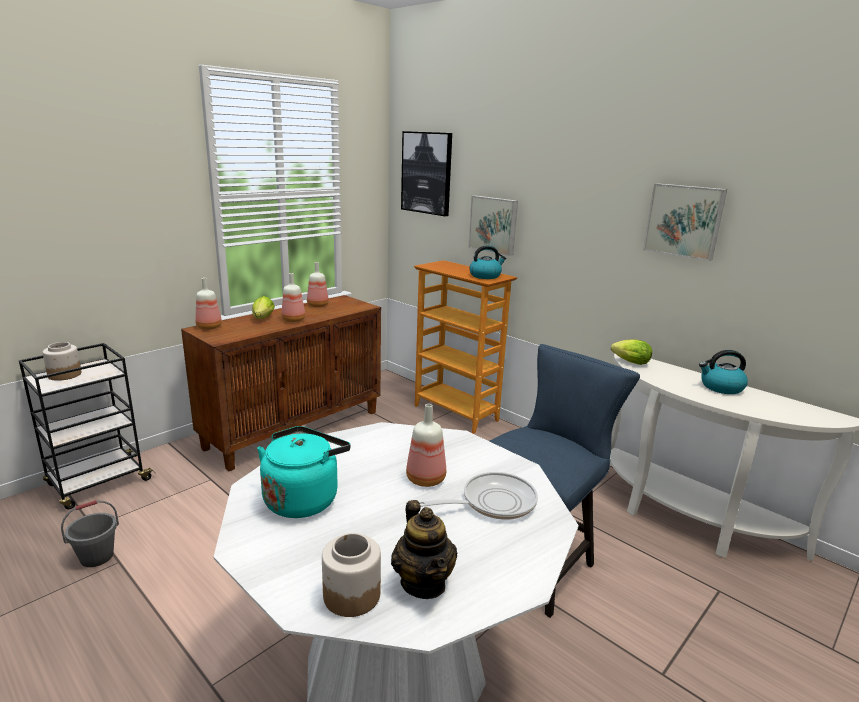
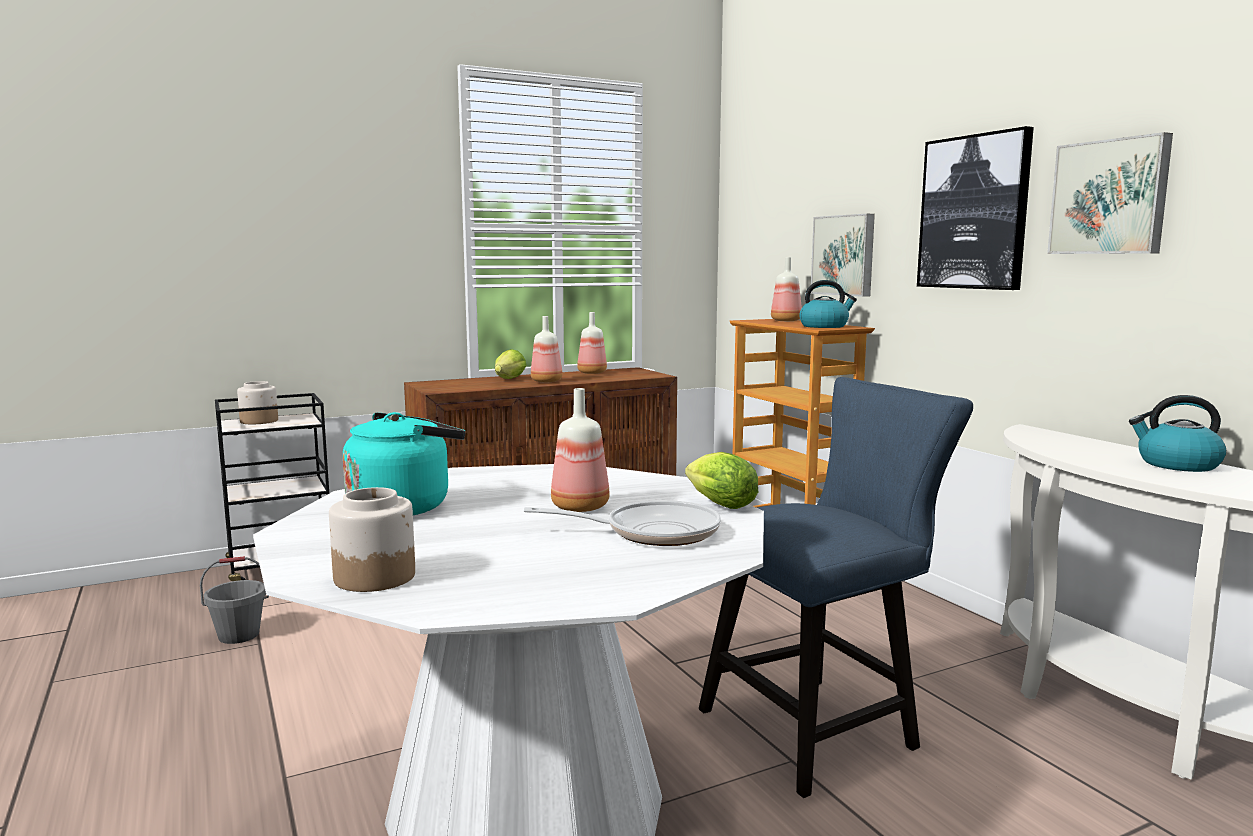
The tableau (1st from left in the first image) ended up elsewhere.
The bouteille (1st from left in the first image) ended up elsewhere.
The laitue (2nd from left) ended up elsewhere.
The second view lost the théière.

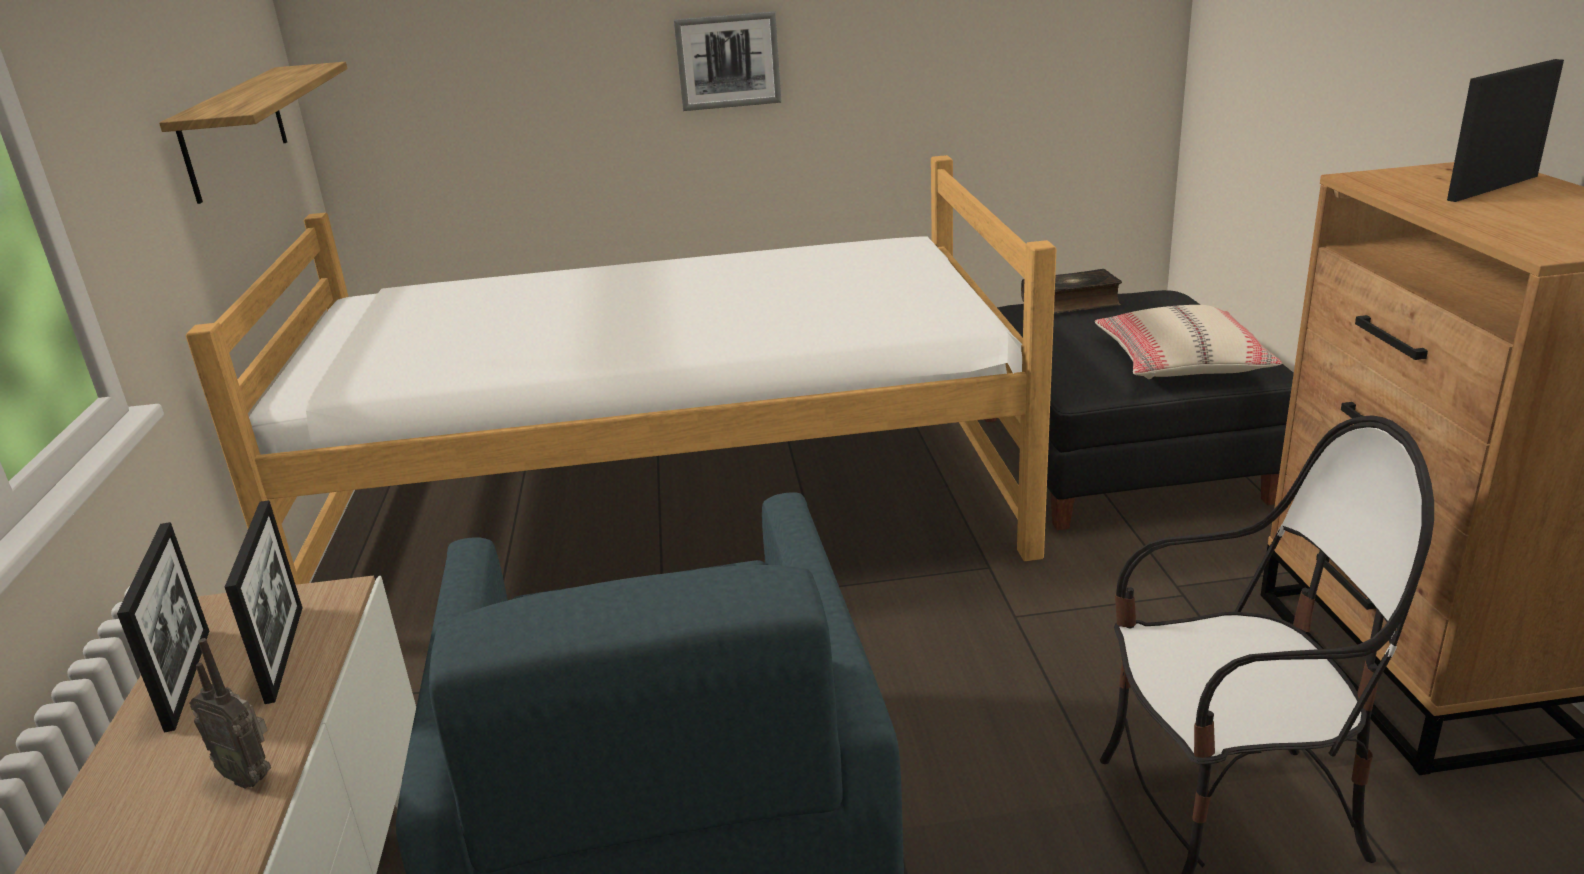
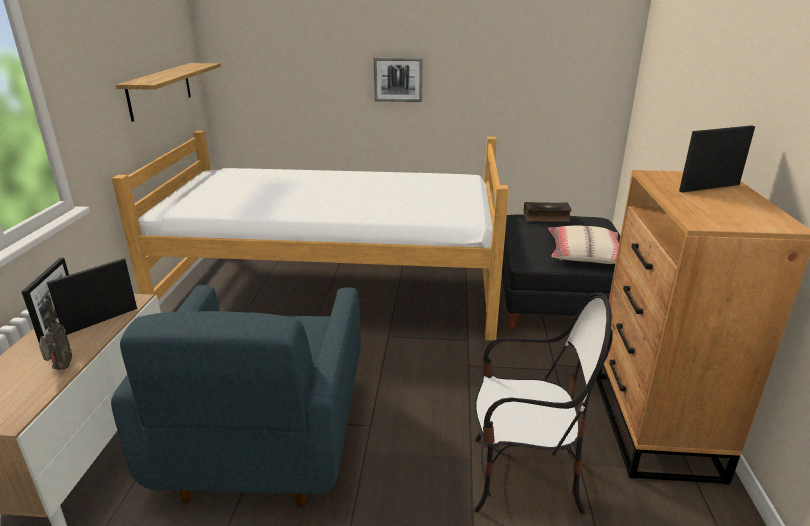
The cadre photo (2nd from left) ended up facing another way, 135 degrees counterclockwise from before.
The radio ended up facing another way, 135 degrees counterclockwise from before.

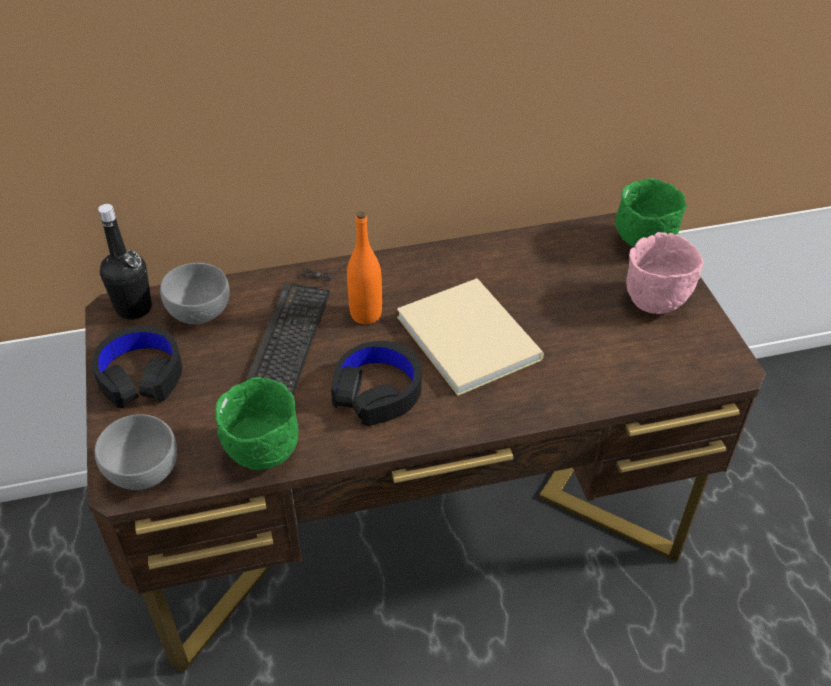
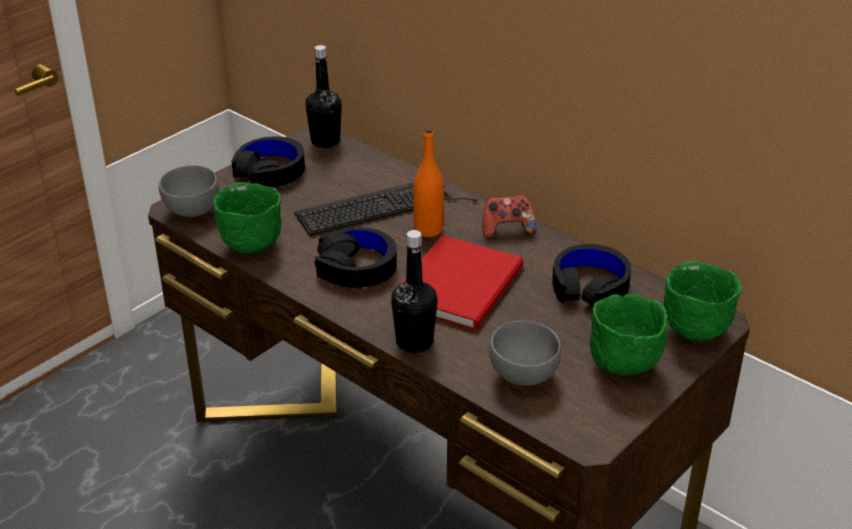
What was the bol/rose turned into the bol/vert (2nd from left).
The bol/gris (2nd from left) ended up elsewhere.
What was the livre/beige turned into the livre/rouge.
The second view gained the manette.
The second view gained the bouteille/noir (2nd from left).
The second view gained the casque audio/noir (3rd from left).

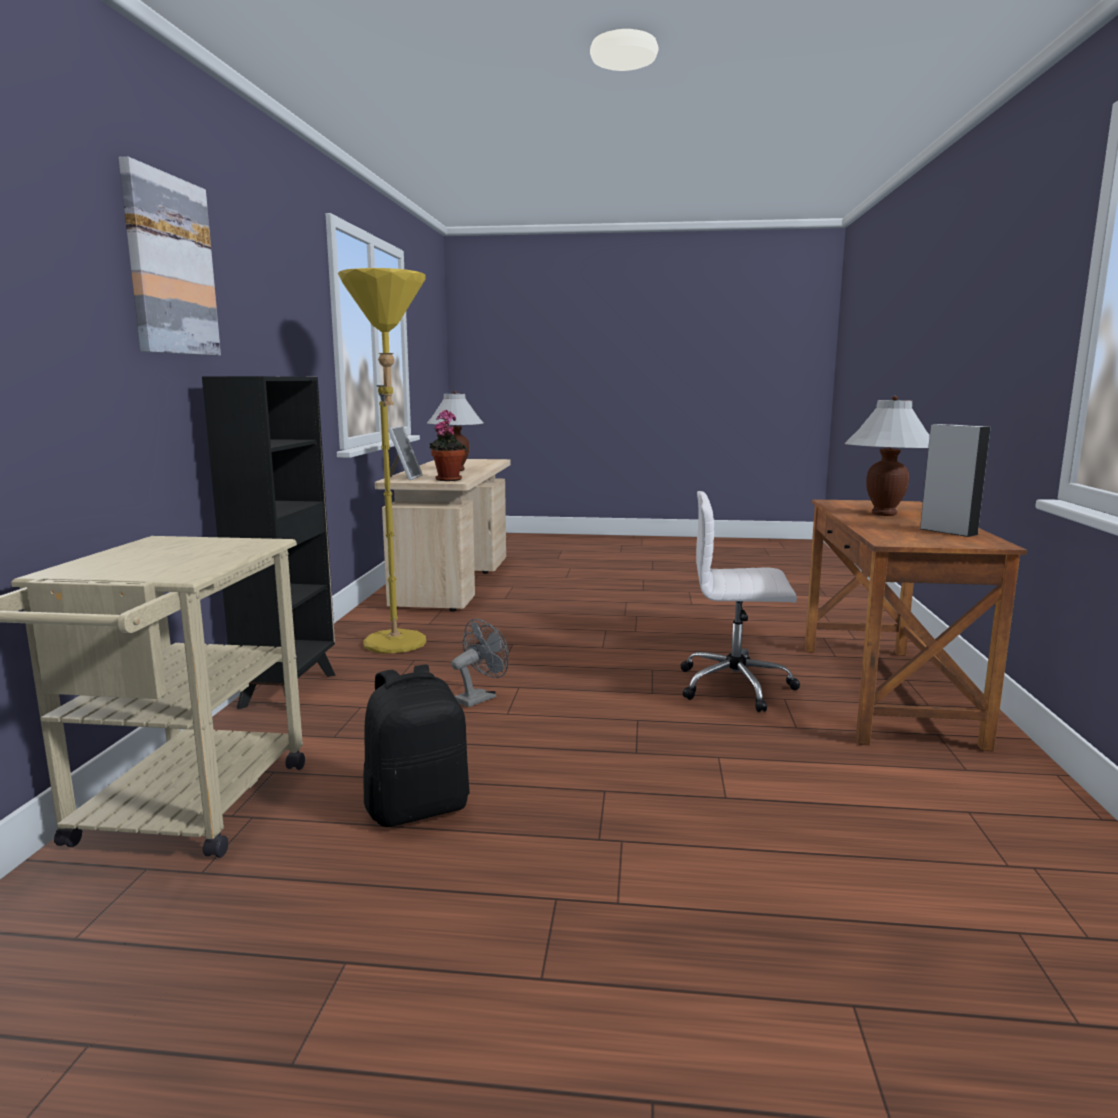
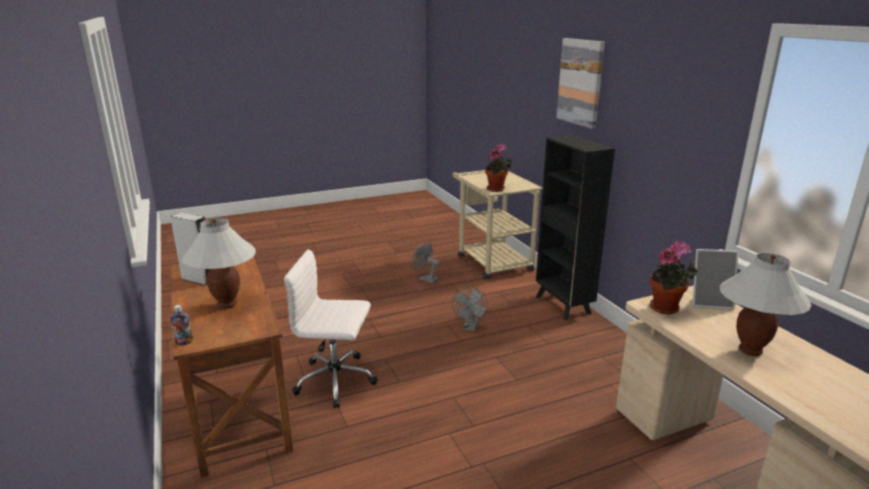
The second view lost the lampadaire/jaune.
The cadre photo ended up facing another way, 60 degrees counterclockwise from before.
The chaise de bureau/blanc ended up facing another way, 150 degrees counterclockwise from before.
Where the sac à dos/noir stood, the ventilateur/gris (1st from left) came to stand.
The second view gained the plante en pot (1st from left).
The second view gained the bouteille.

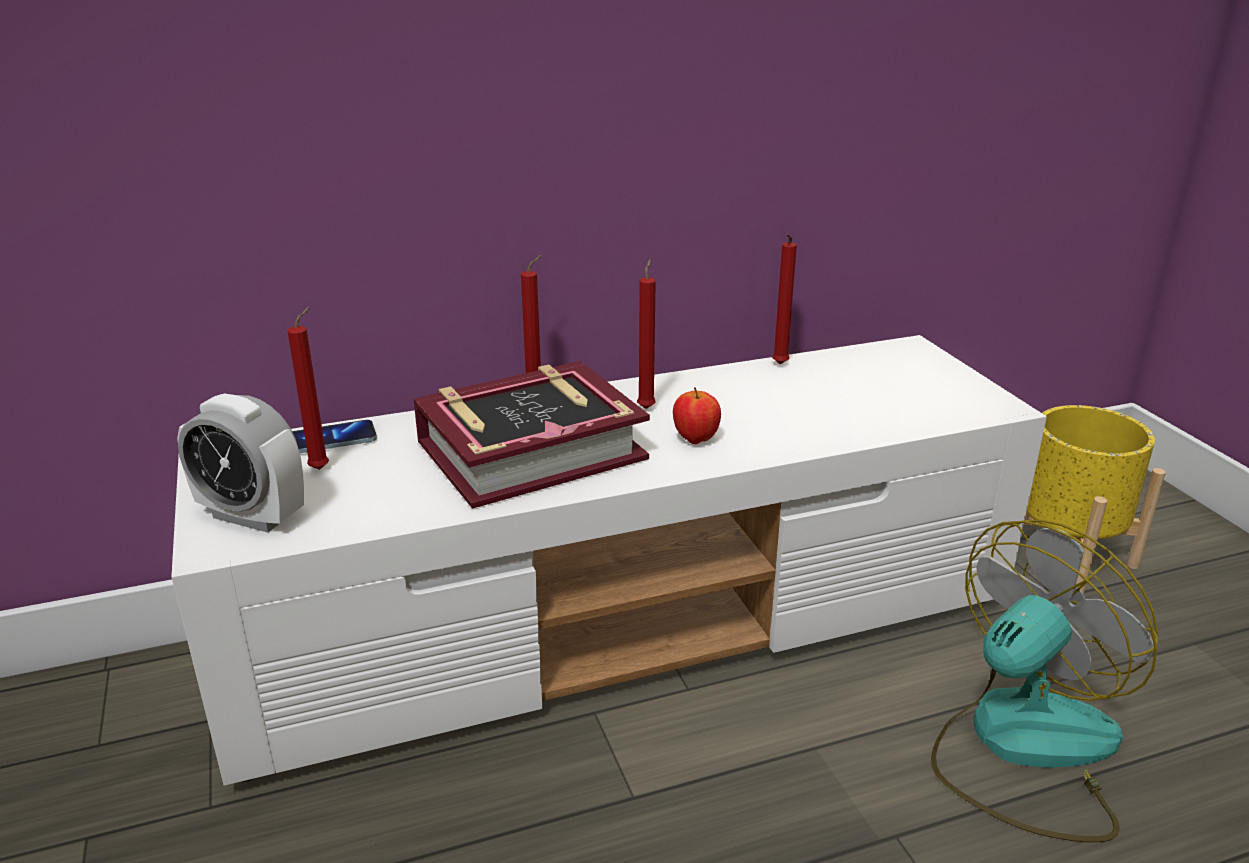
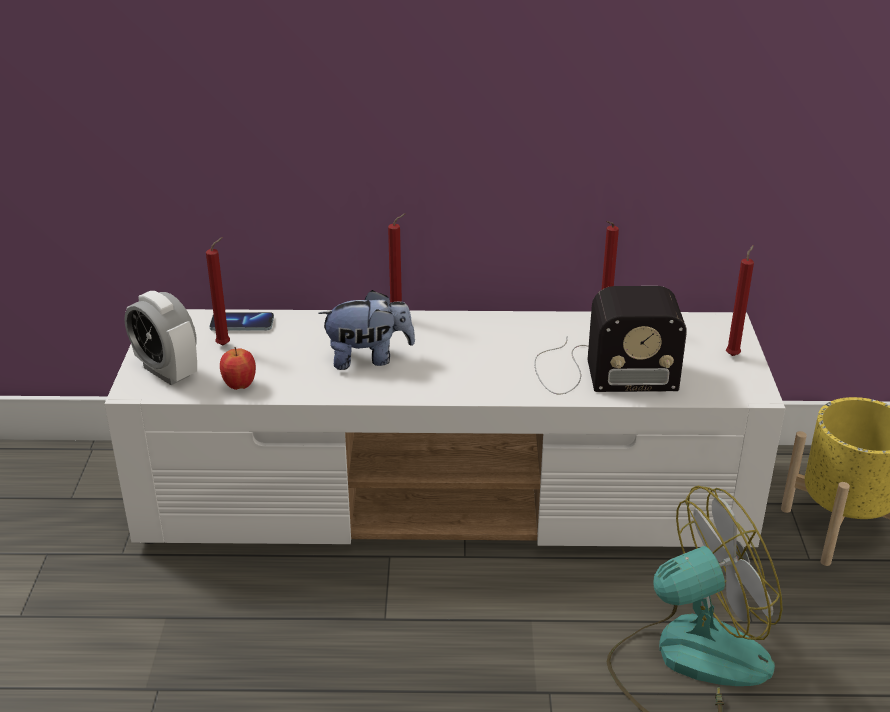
The bougie/rouge (3rd from left in the first image) ended up elsewhere.
Where the livre stood, the peluche came to stand.
The pomme ended up elsewhere.
The second view gained the radio.

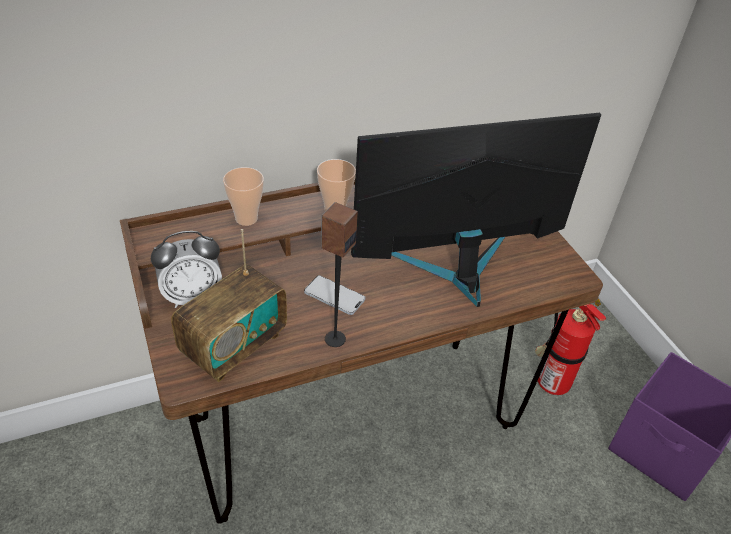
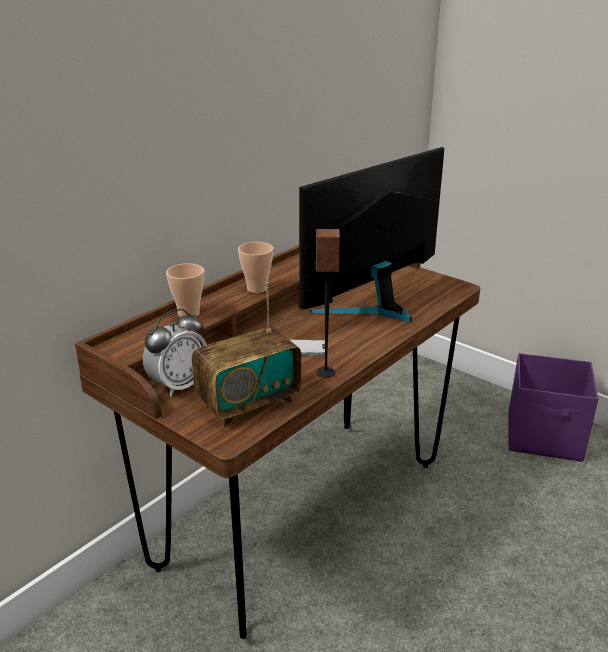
The radio ended up facing another way, 45 degrees clockwise from before.
The second view lost the extincteur.

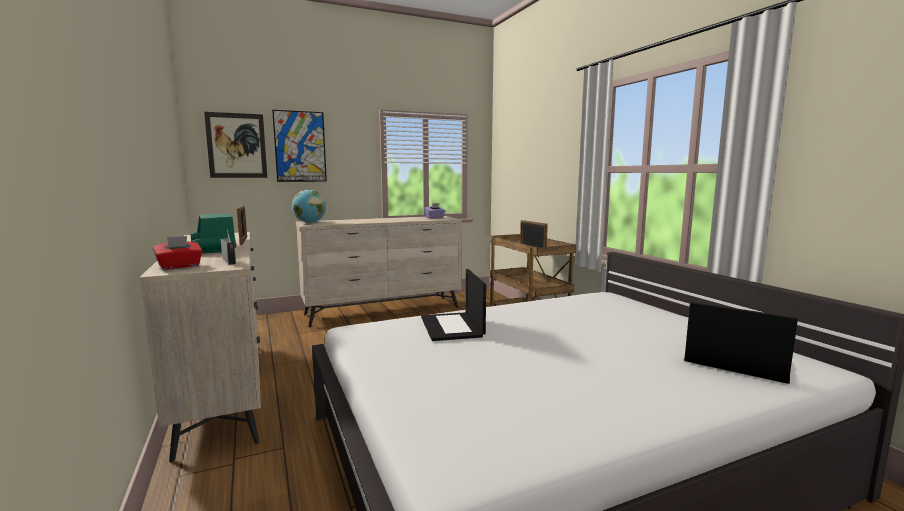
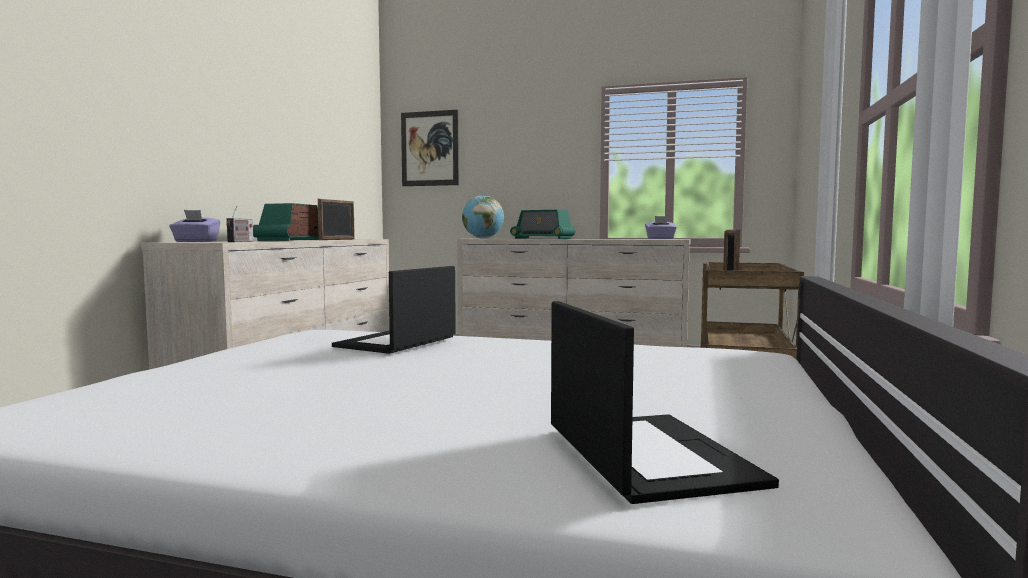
The second view lost the tableau (2nd from left).
What was the boîte à mouchoirs/rouge turned into the boîte à mouchoirs/violet (1st from left).
The second view gained the radio (3rd from left).

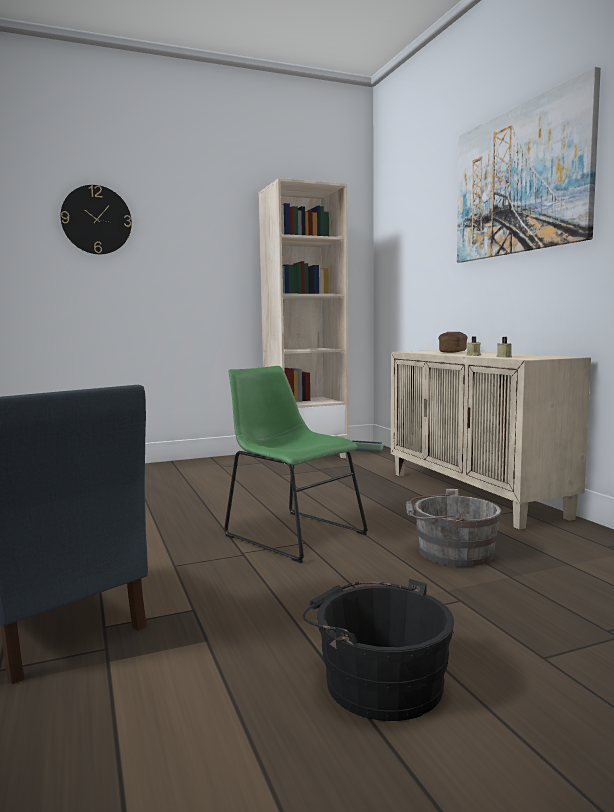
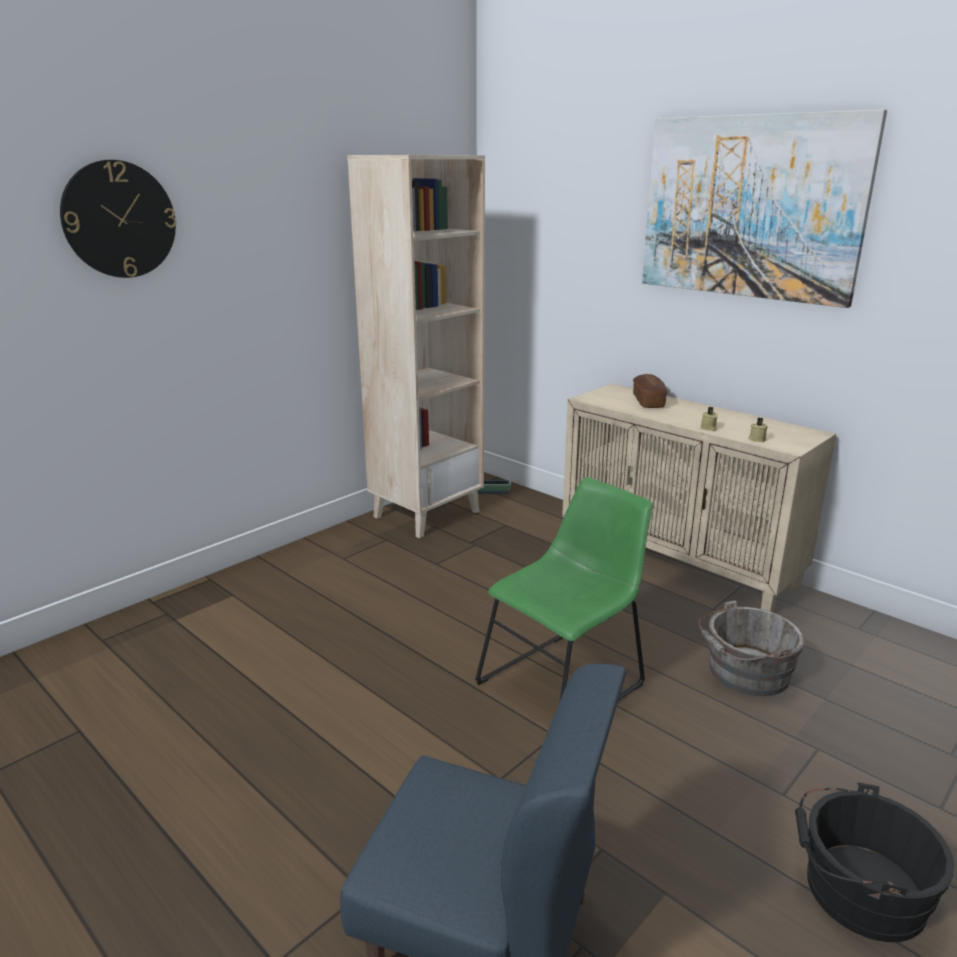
The chaise/vert ended up facing another way, 120 degrees clockwise from before.

